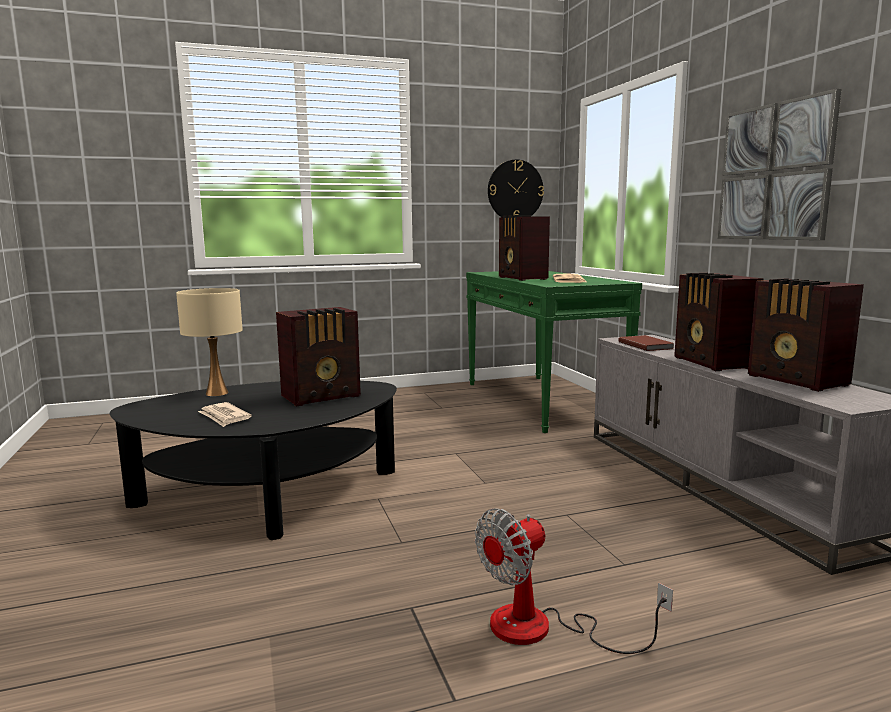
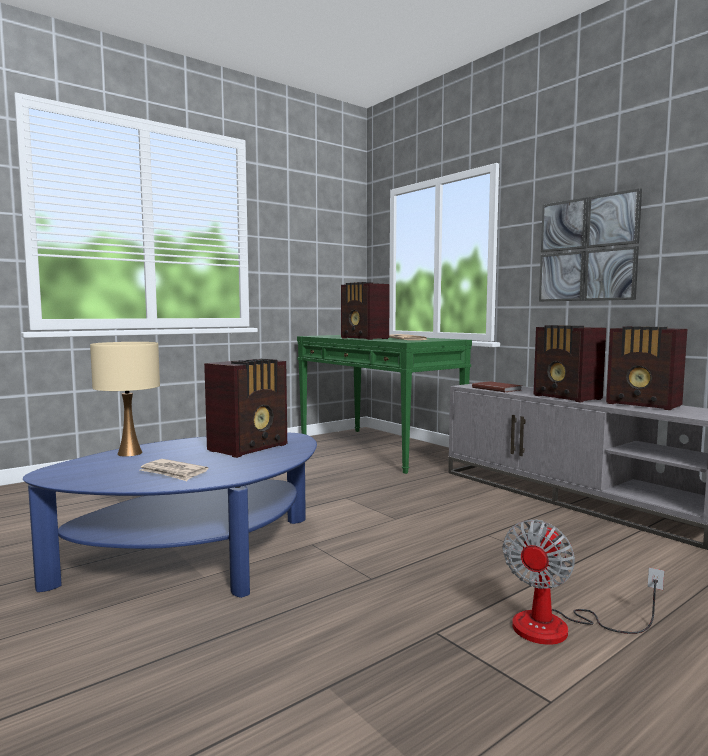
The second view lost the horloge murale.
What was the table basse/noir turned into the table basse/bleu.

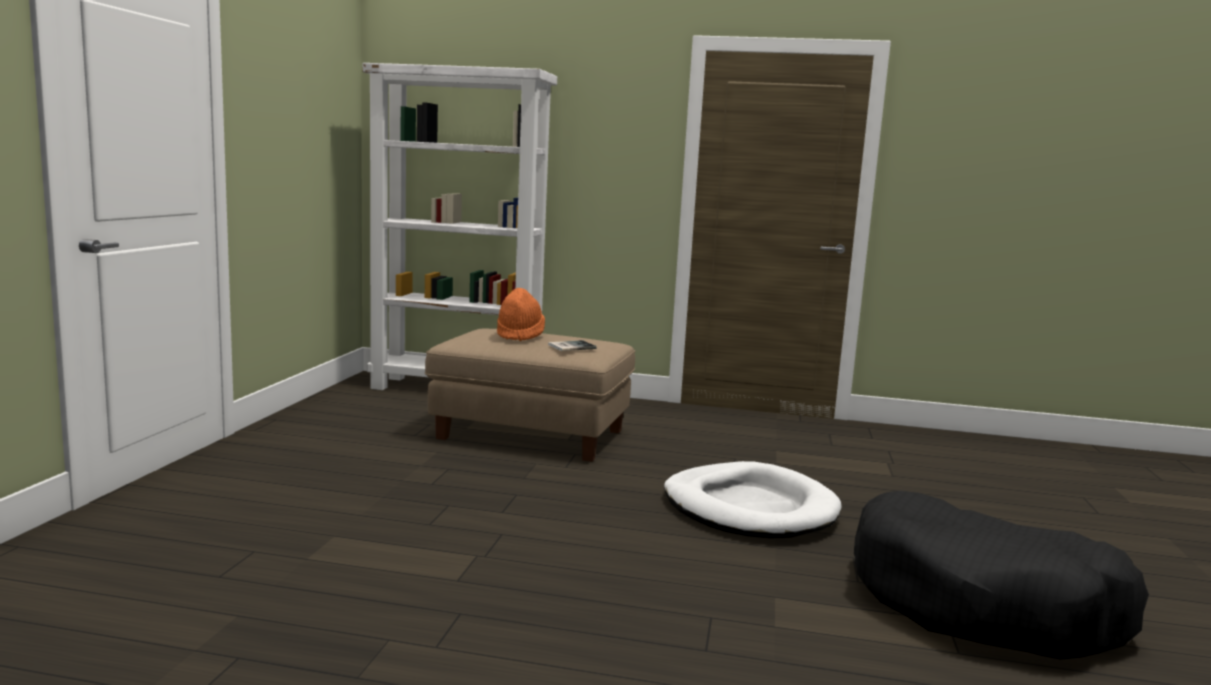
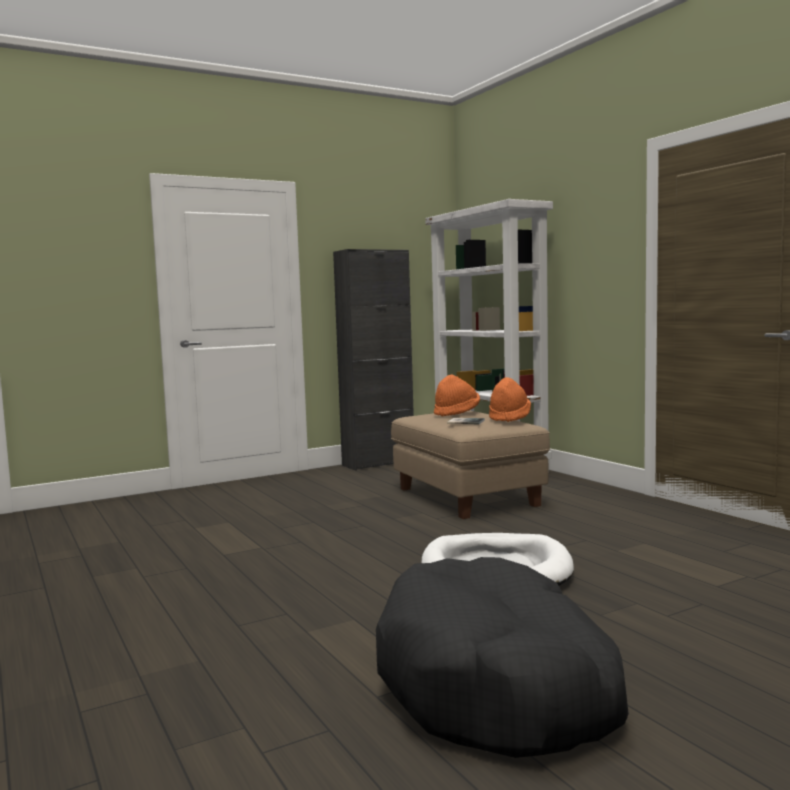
The second view gained the meuble de rangement/noir.
The second view gained the chapeau/orange (2nd from left).

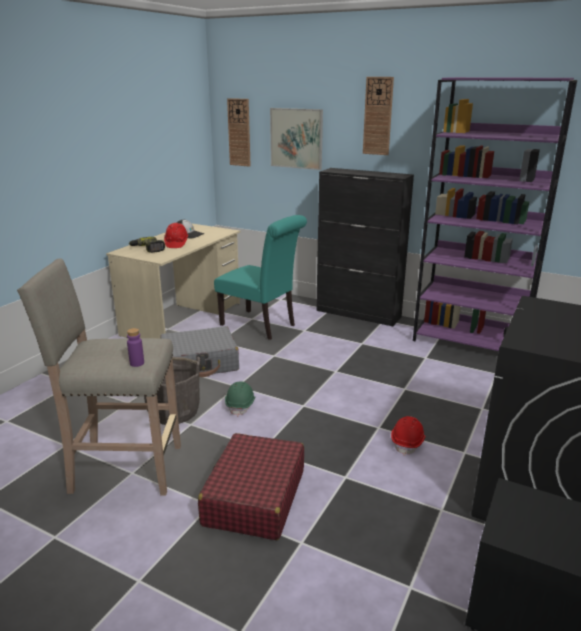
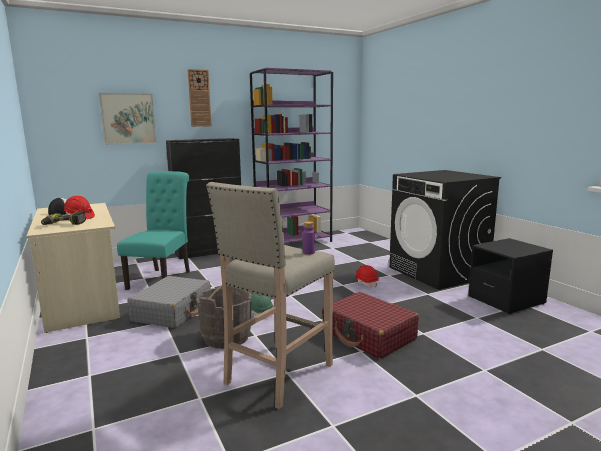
The second view lost the horloge murale (1st from left).
The chaise/turquoise ended up facing another way, 60 degrees counterclockwise from before.

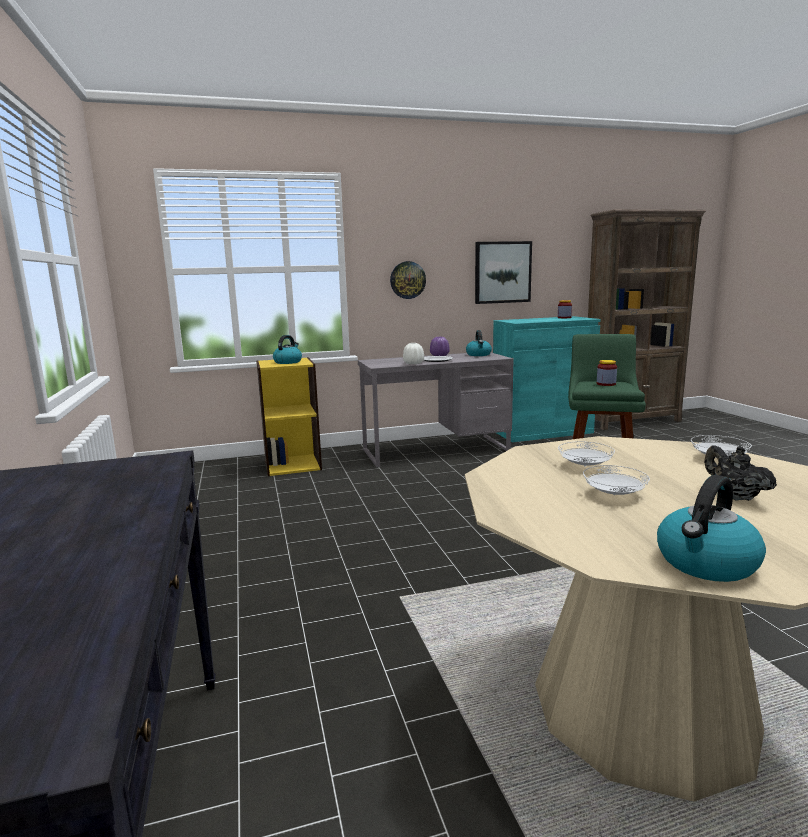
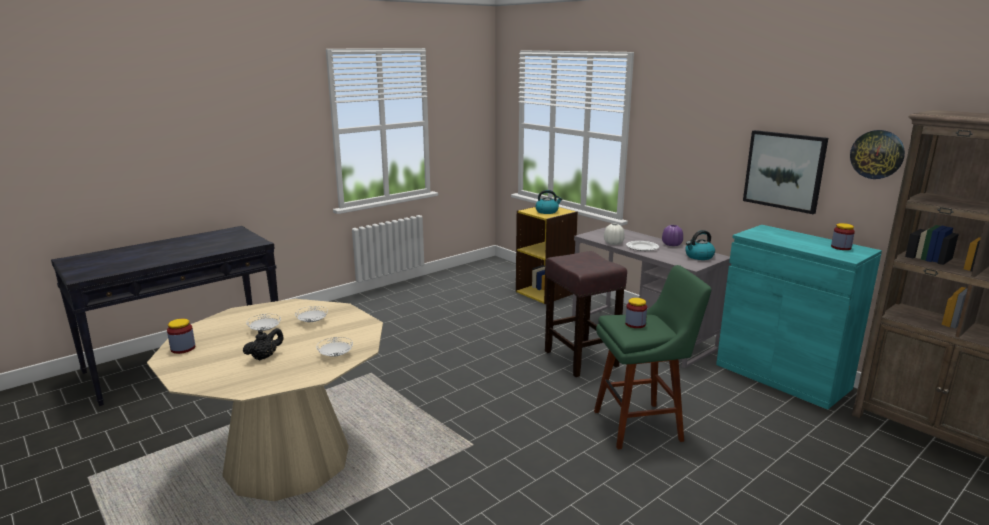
The horloge murale ended up elsewhere.
Where the bouilloire (3rd from left) stood, the bocal (1st from left) came to stand.
The second view gained the tabouret/marron.

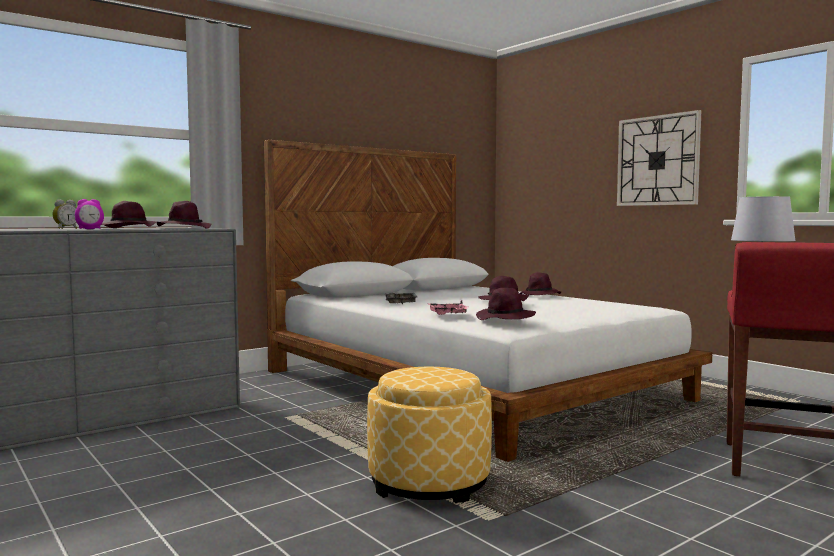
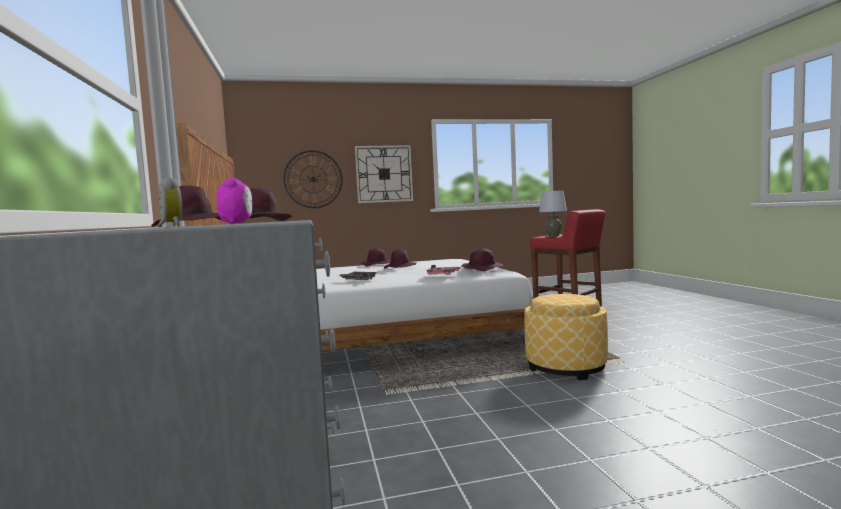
The second view gained the horloge murale (1st from left).

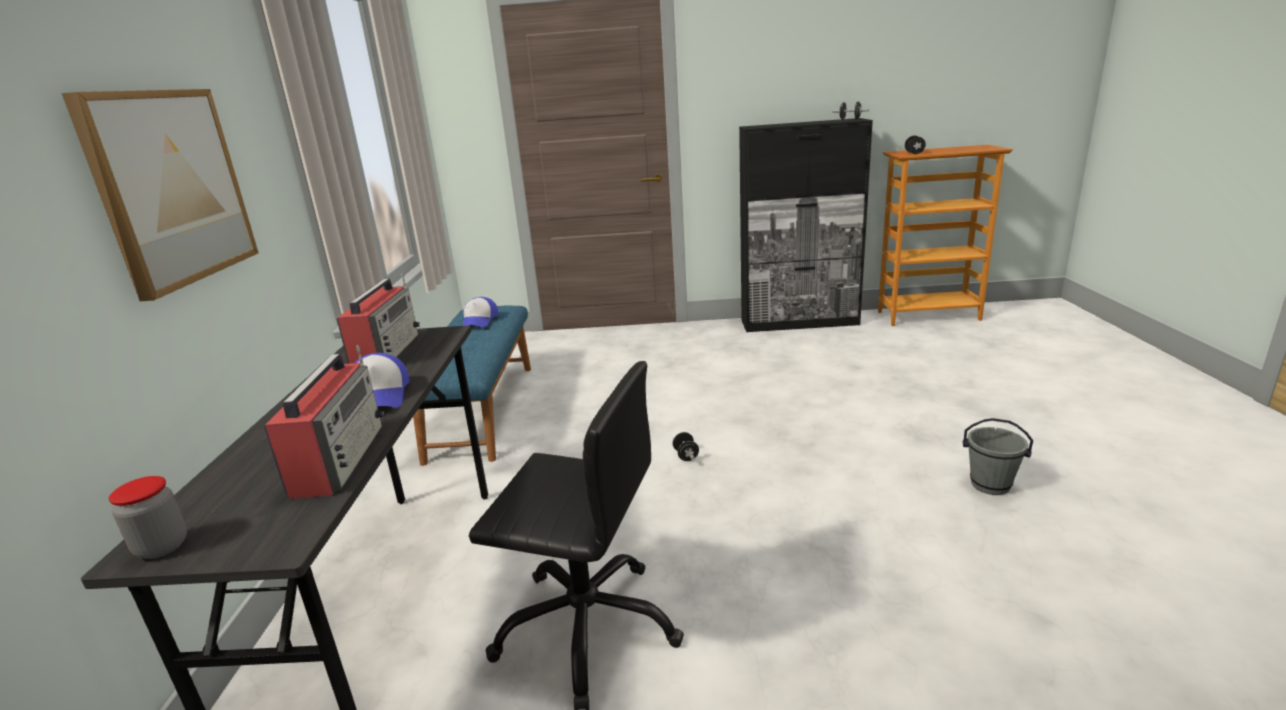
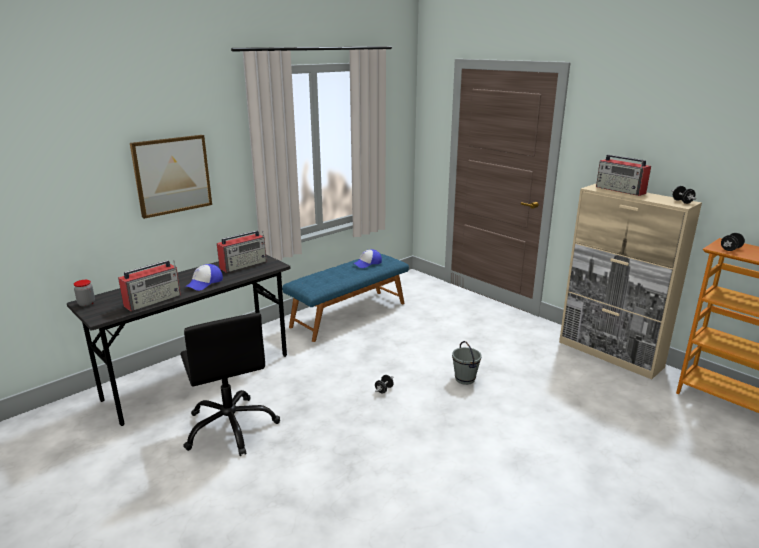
What was the meuble de rangement/noir turned into the meuble de rangement/beige.
The seau/gris ended up elsewhere.
The second view gained the radio (3rd from left).

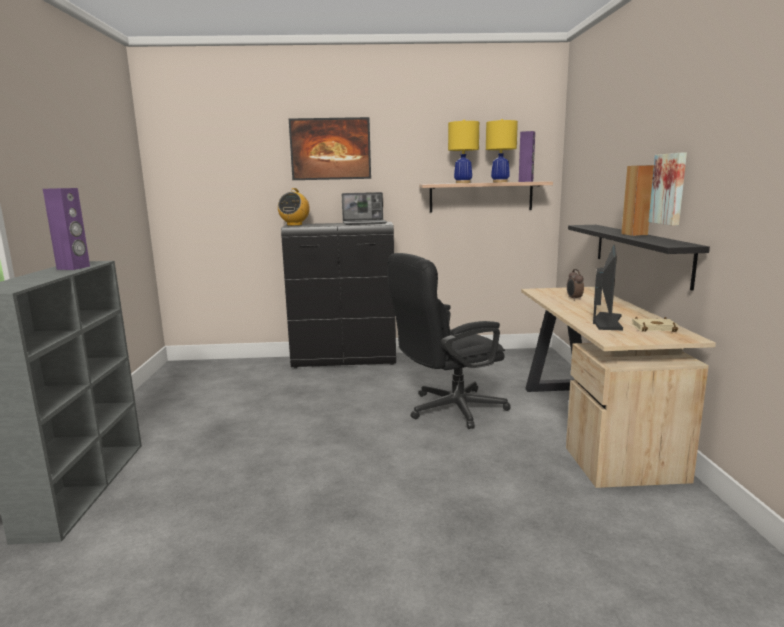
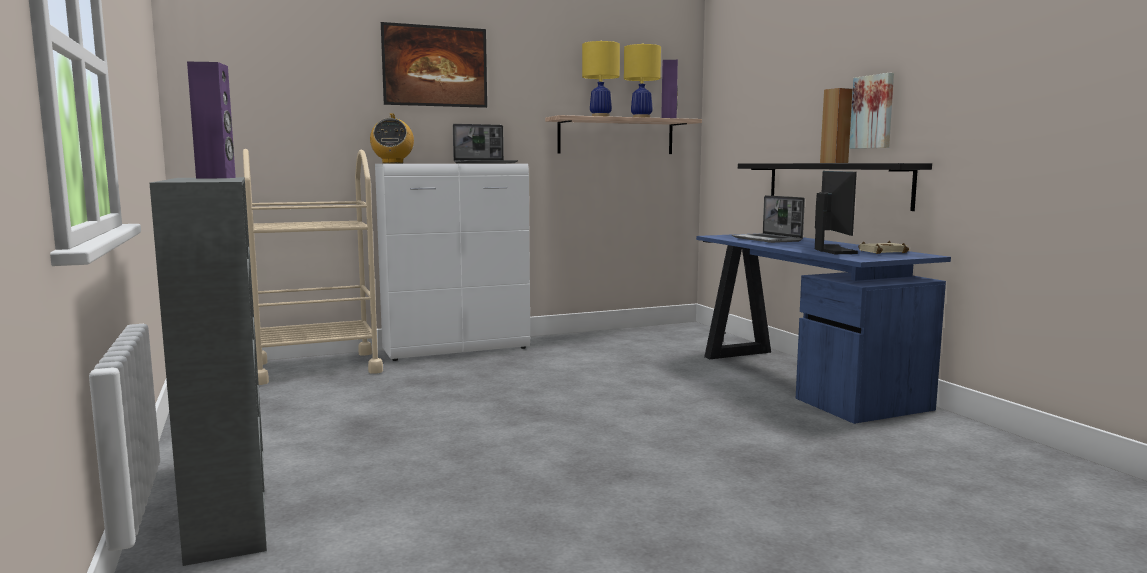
What was the meuble de rangement/noir turned into the meuble de rangement/blanc.
The second view lost the chaise de bureau/noir.
Where the réveil stood, the ordinateur portable (2nd from left) came to stand.
What was the bureau/beige turned into the bureau/bleu.
The second view gained the chariot/beige.

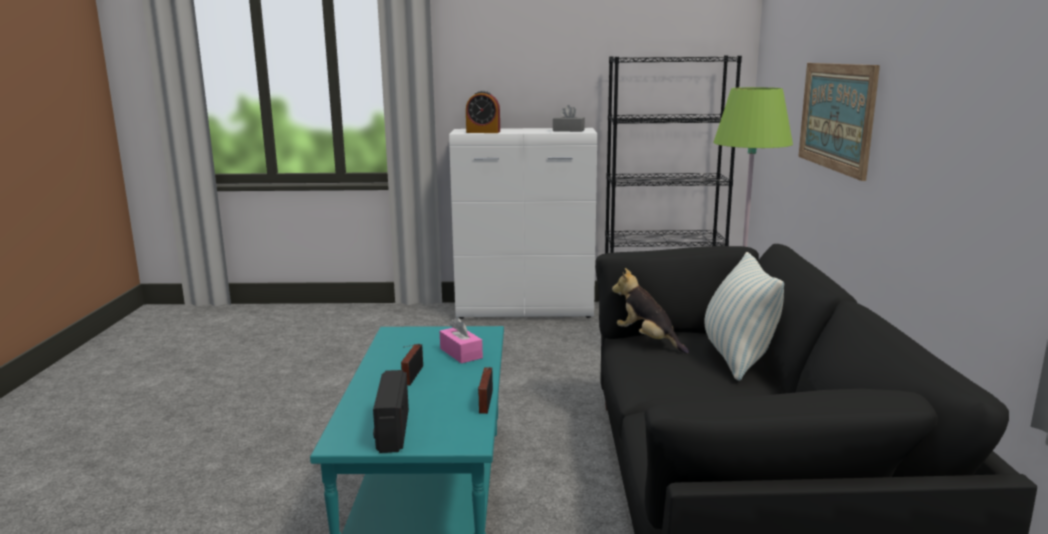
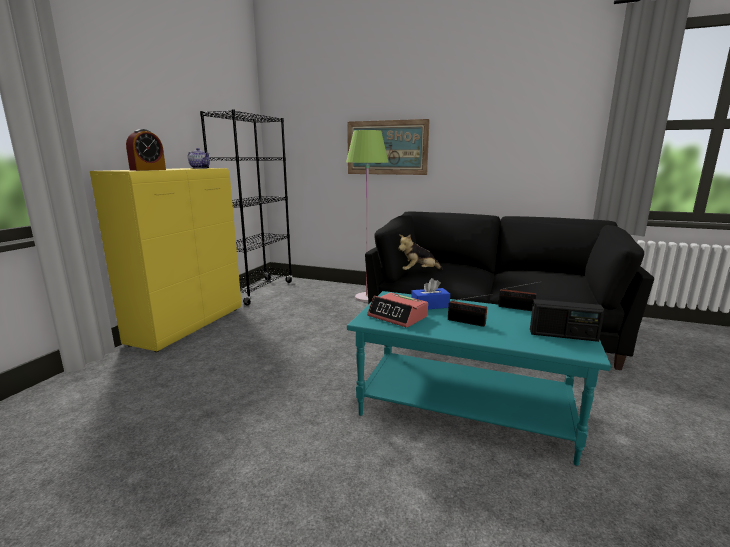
Where the boîte à mouchoirs/gris stood, the théière came to stand.
What was the meuble de rangement/blanc turned into the meuble de rangement/jaune.
The second view lost the coussin.
What was the boîte à mouchoirs/rose turned into the boîte à mouchoirs/bleu.
The second view gained the réveil (2nd from left).

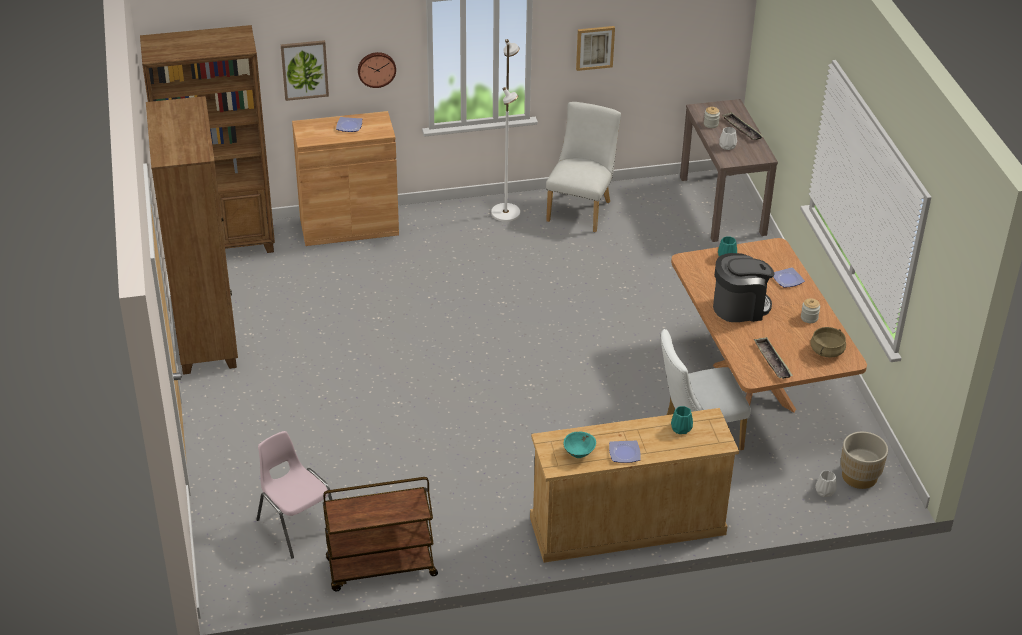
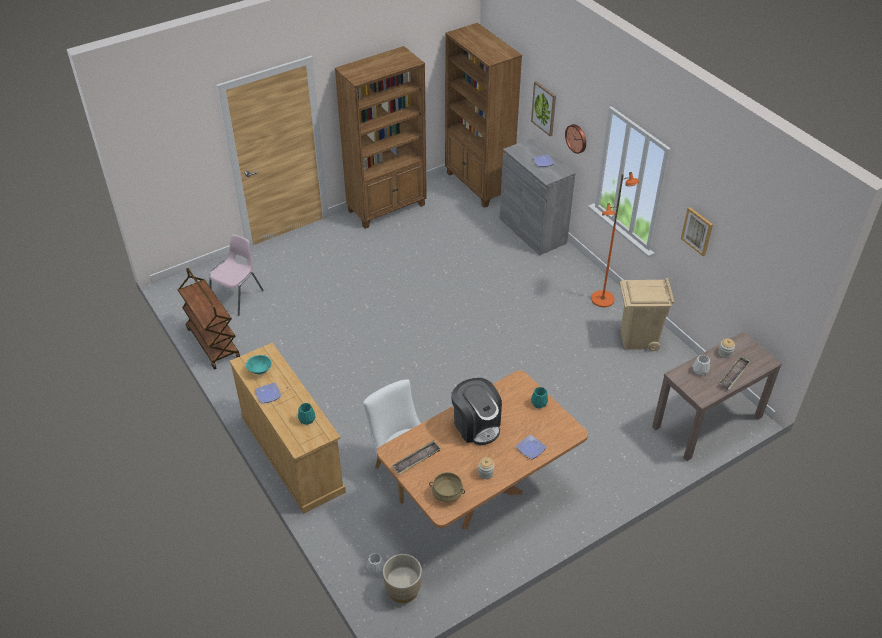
What was the lampadaire/blanc turned into the lampadaire/orange.
Where the chaise/blanc (1st from left) stood, the poubelle/beige came to stand.
What was the meuble de rangement/marron turned into the meuble de rangement/gris.

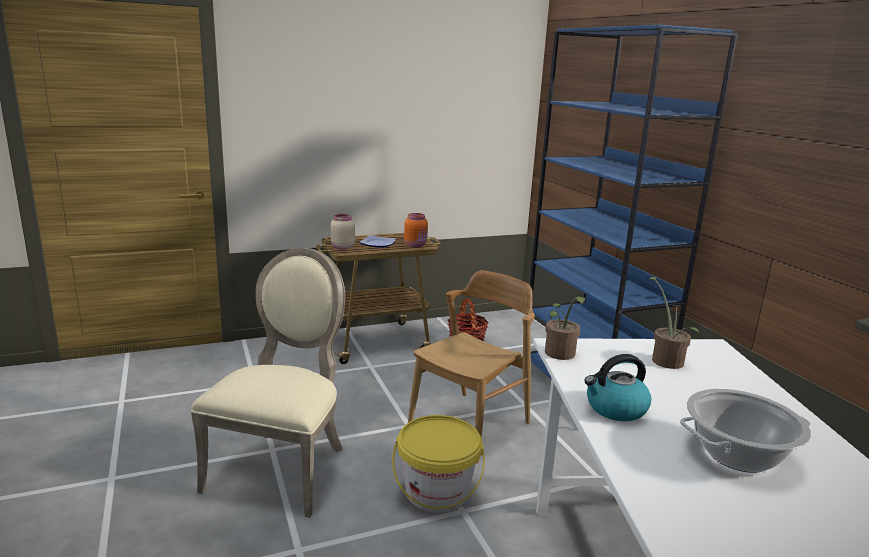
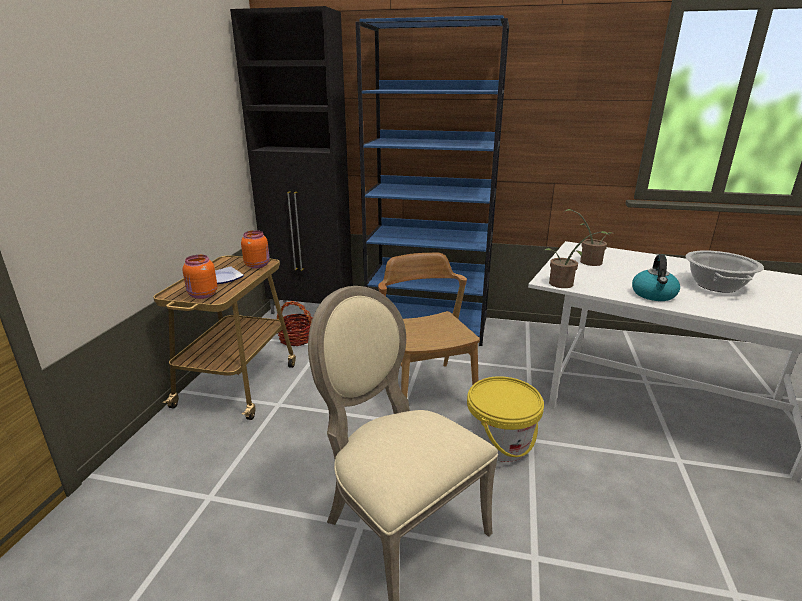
What was the bocal/beige turned into the bocal/orange (1st from left).
The second view gained the meuble de rangement/noir.

